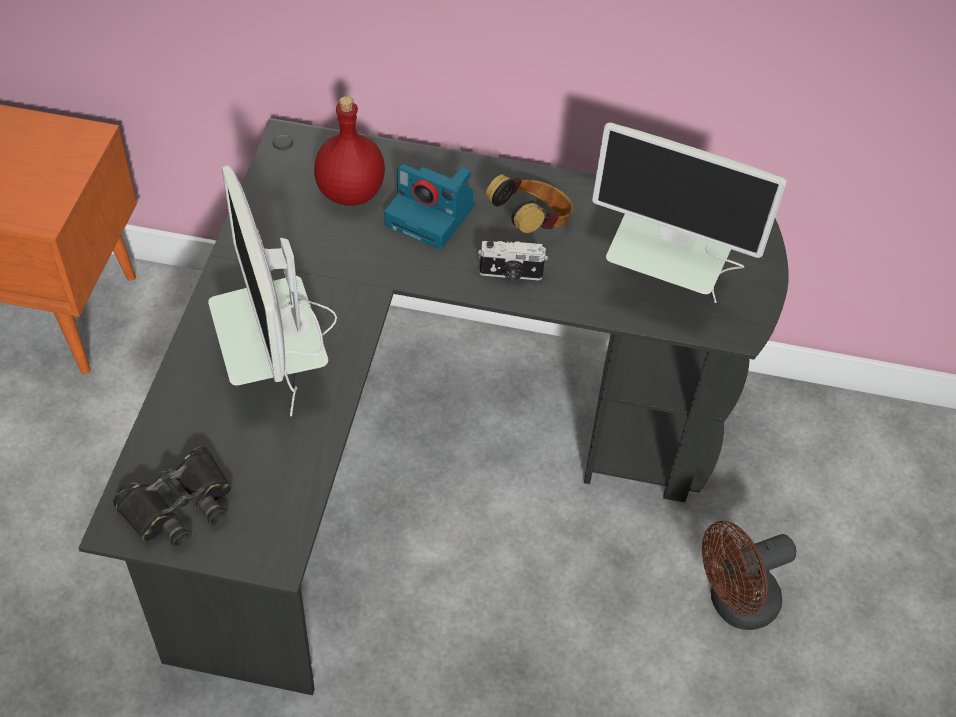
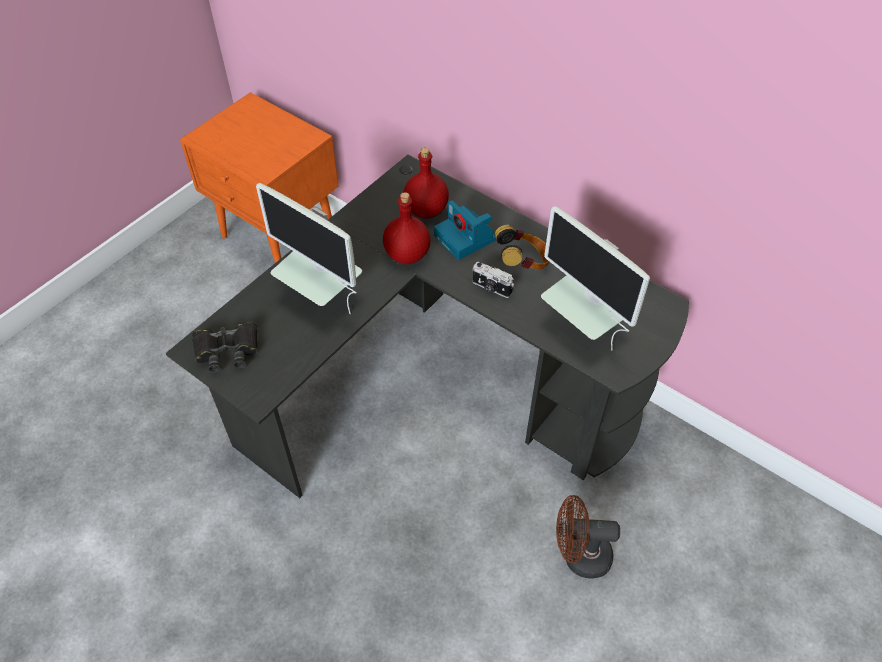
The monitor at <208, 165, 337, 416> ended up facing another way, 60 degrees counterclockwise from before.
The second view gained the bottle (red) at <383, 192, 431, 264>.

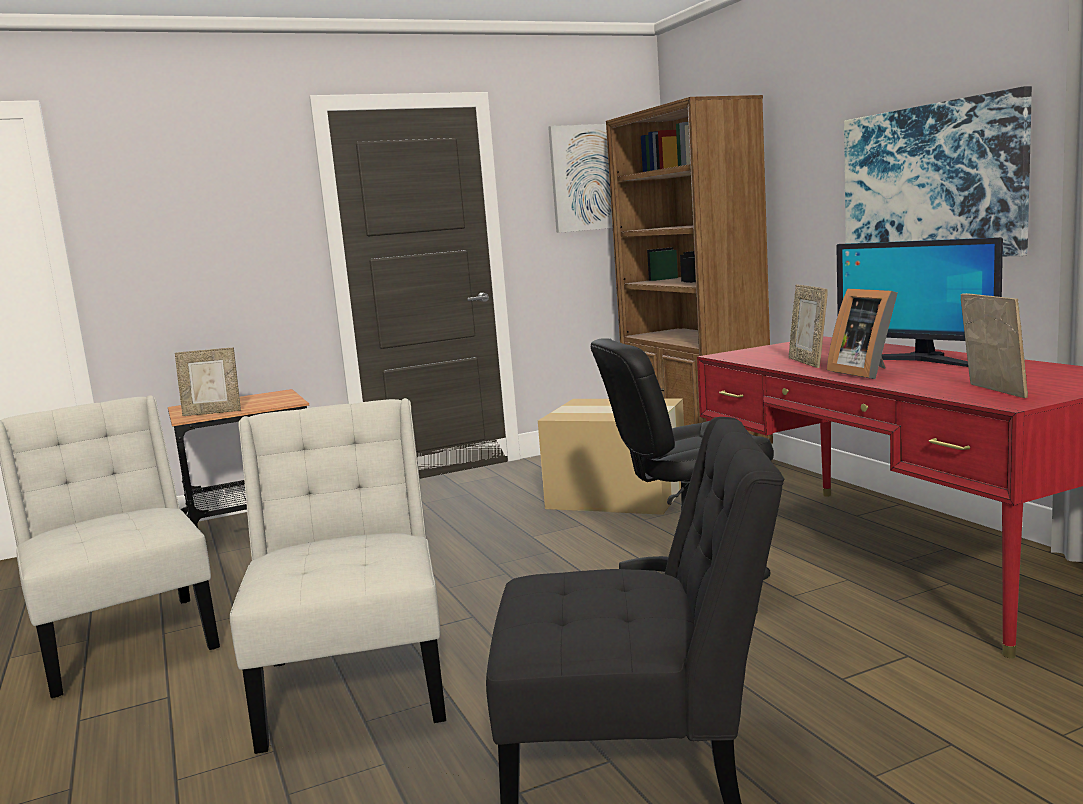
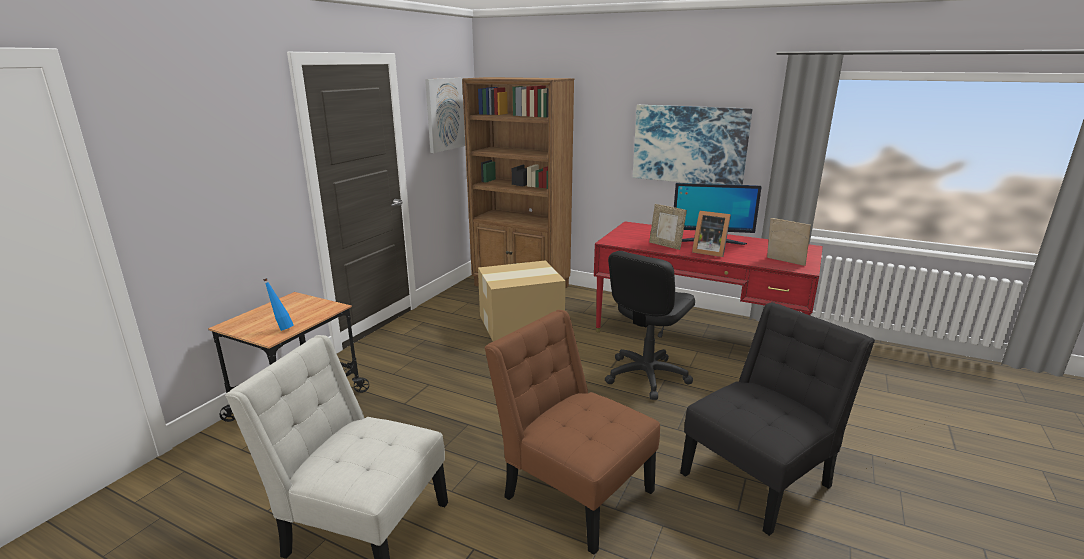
Where the picture frame stood at <175, 348, 241, 416>, the bottle (blue) came to stand at <263, 278, 294, 331>.
What was the chair (white) at <230, 398, 446, 754> turned into the chair (brown) at <484, 310, 660, 555>.

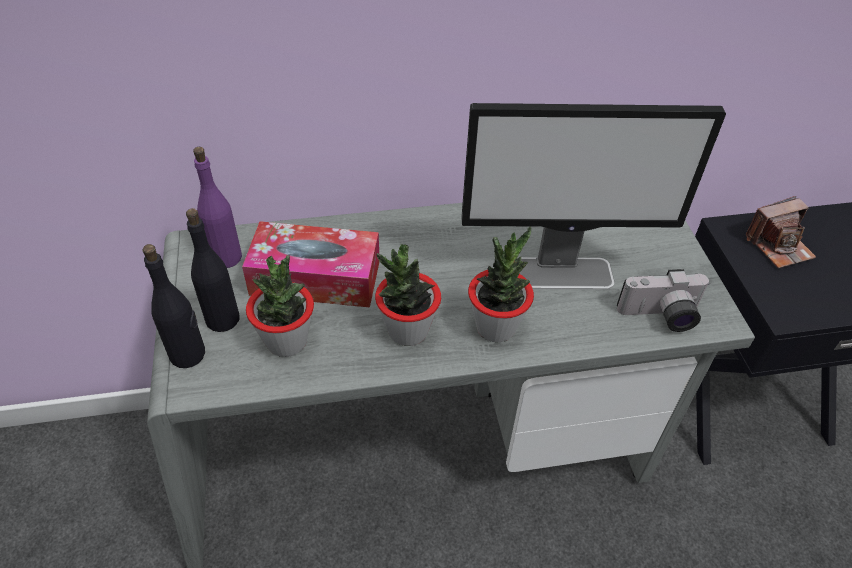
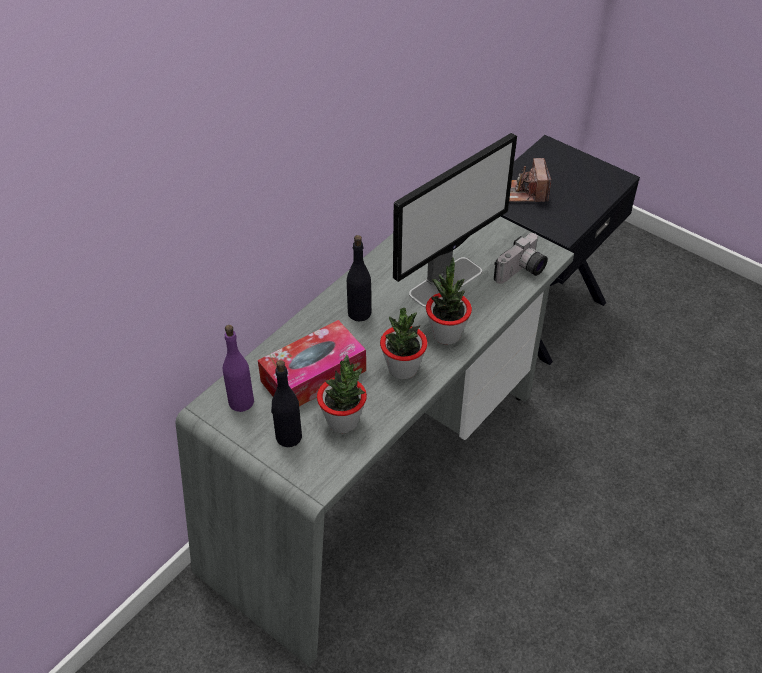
The photo camera at <746, 196, 816, 268> ended up facing another way, 150 degrees clockwise from before.
The bottle (black) ended up elsewhere, having gone from <142, 244, 205, 368> to <347, 235, 371, 321>.

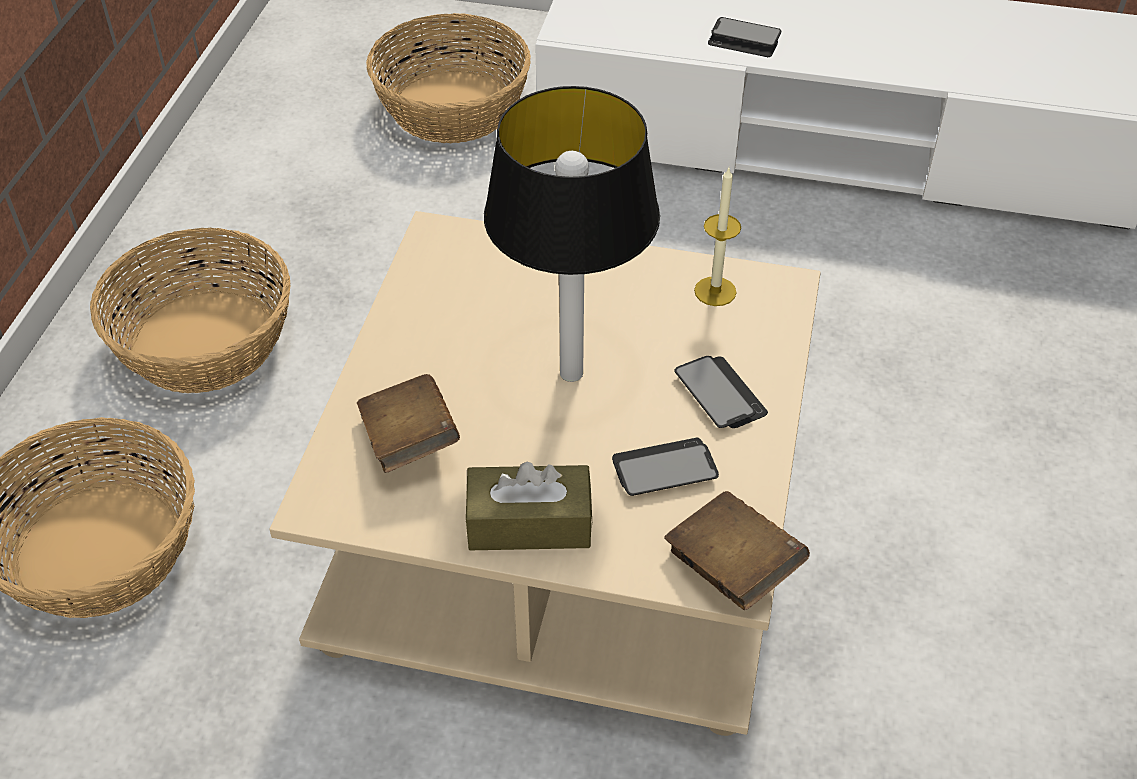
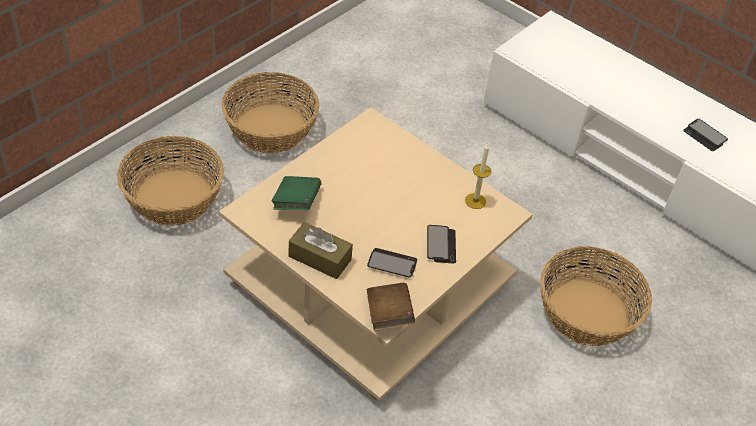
The basket ended up elsewhere, having gone from <366, 13, 531, 143> to <540, 246, 652, 346>.
The phone ended up elsewhere, having gone from <708, 17, 781, 57> to <683, 119, 728, 151>.
The second view lost the table lamp at <484, 86, 660, 382>.
What was the book (brown) at <357, 374, 460, 473> turned into the book (green) at <272, 176, 321, 210>.

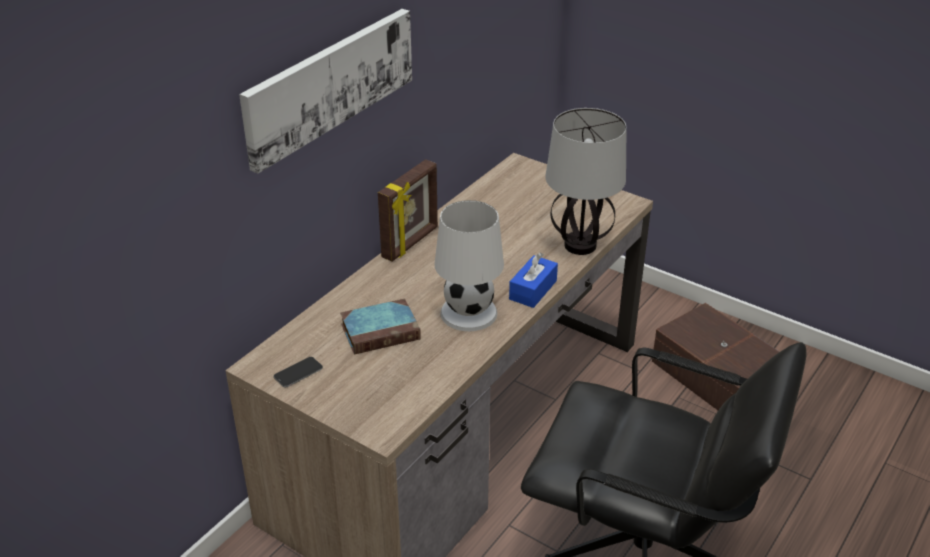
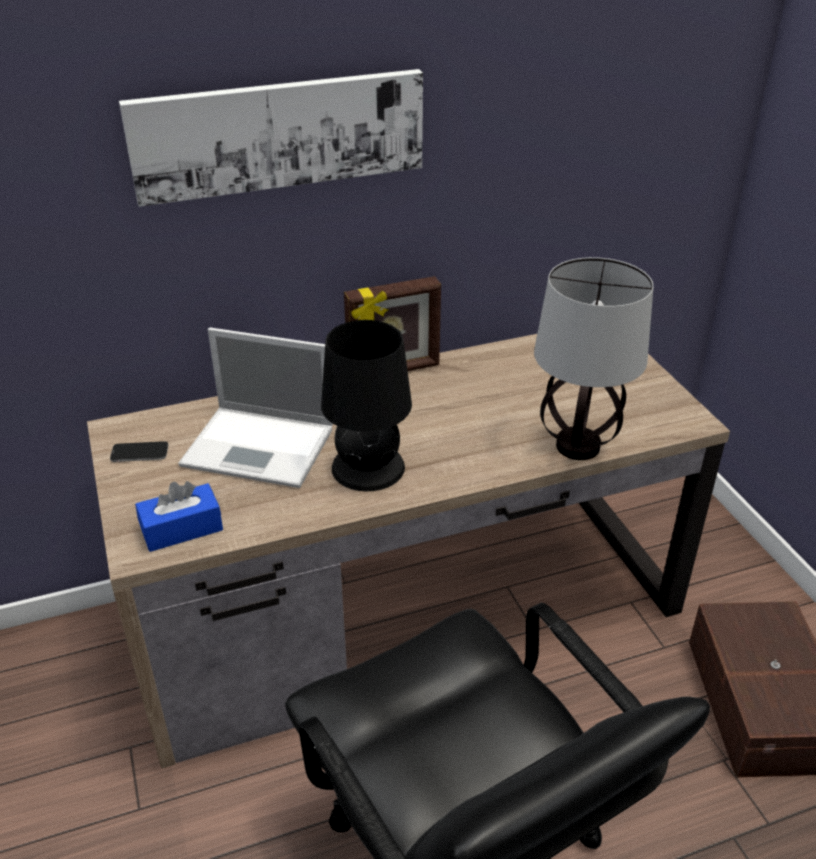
What was the table lamp (white) at <435, 200, 504, 331> turned into the table lamp (black) at <321, 320, 412, 491>.
The tissue box (blue) ended up elsewhere, having gone from <509, 252, 558, 308> to <135, 481, 223, 552>.
Where the book stood at <340, 299, 421, 355>, the laptop came to stand at <178, 328, 333, 488>.

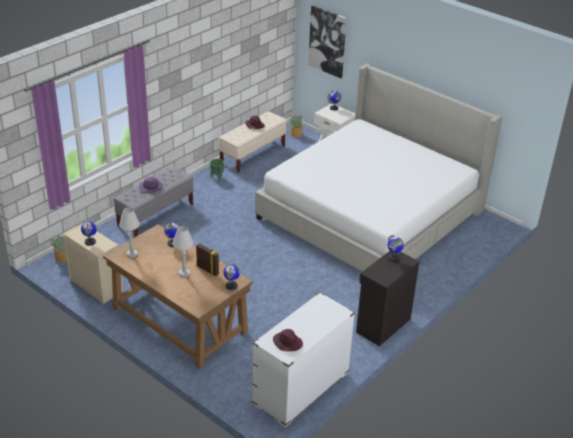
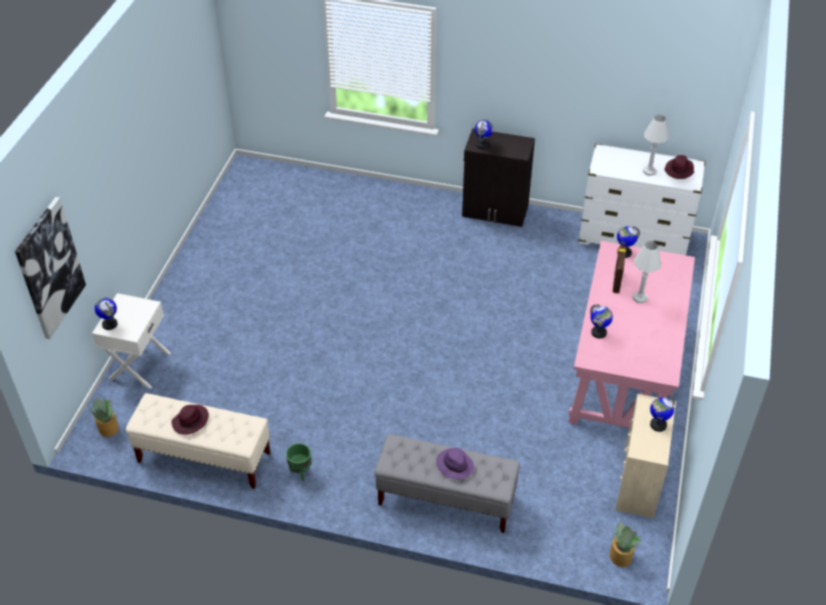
The second view lost the bed at <255, 64, 502, 272>.
The table lamp (white) ended up elsewhere, having gone from <119, 207, 140, 258> to <643, 115, 669, 176>.
What was the desk (brown) at <103, 224, 253, 369> turned into the desk (pink) at <568, 241, 695, 428>.

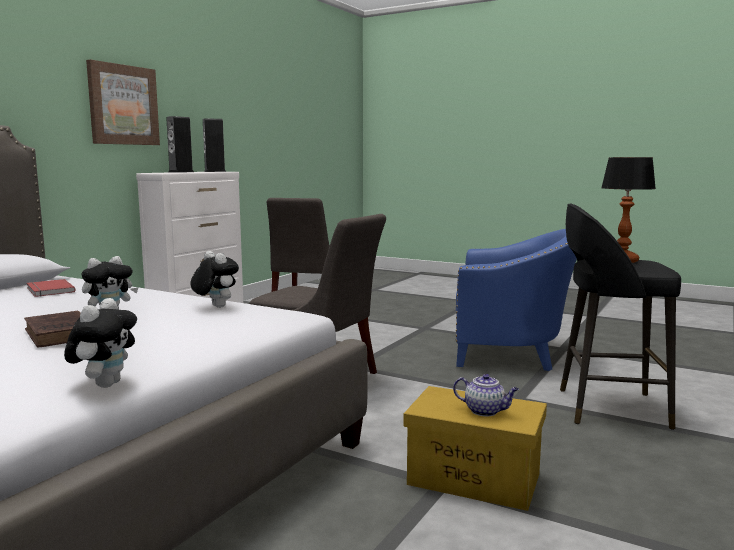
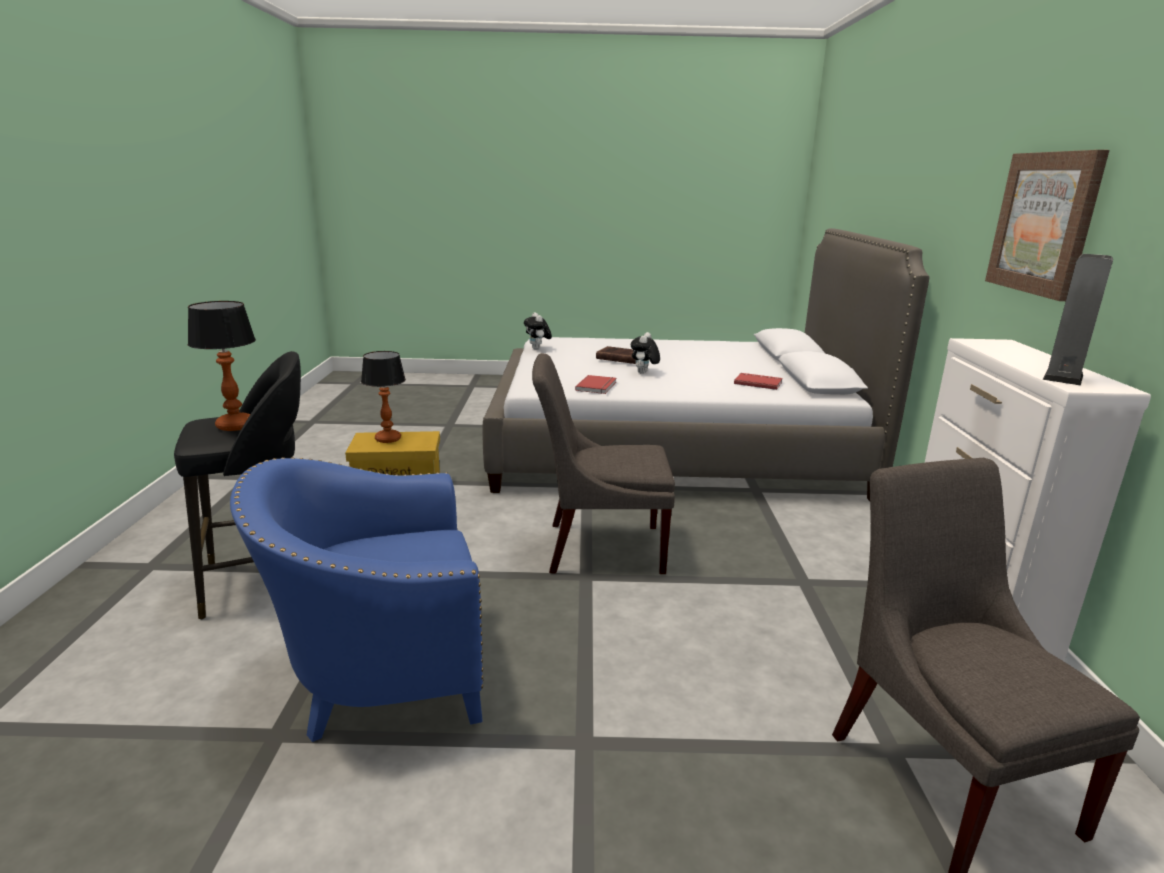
The second view lost the speaker at <166, 116, 194, 173>.
Where the plush toy stood at <190, 251, 239, 308>, the book (red) came to stand at <575, 375, 616, 394>.
Where the teapot stood at <453, 374, 519, 417>, the table lamp came to stand at <361, 351, 406, 443>.

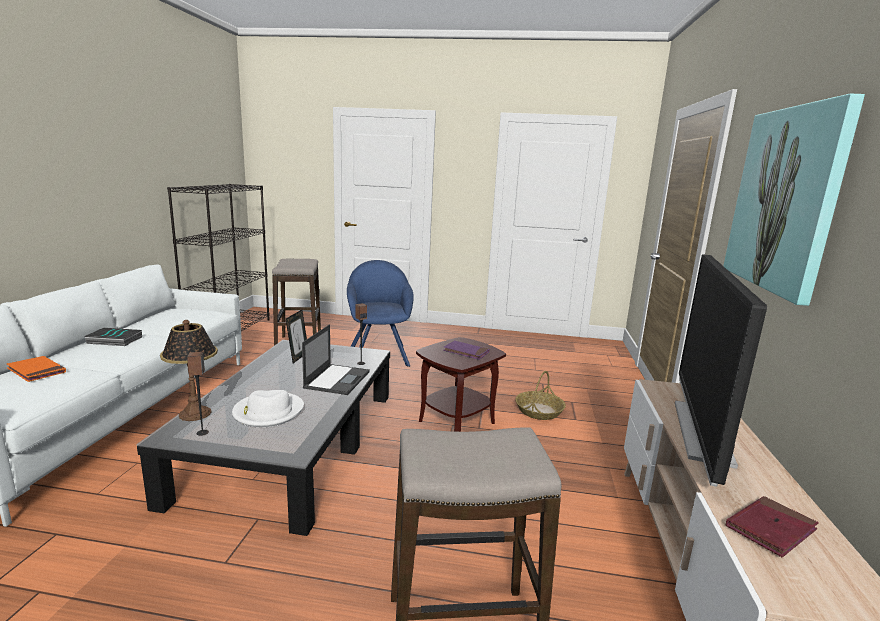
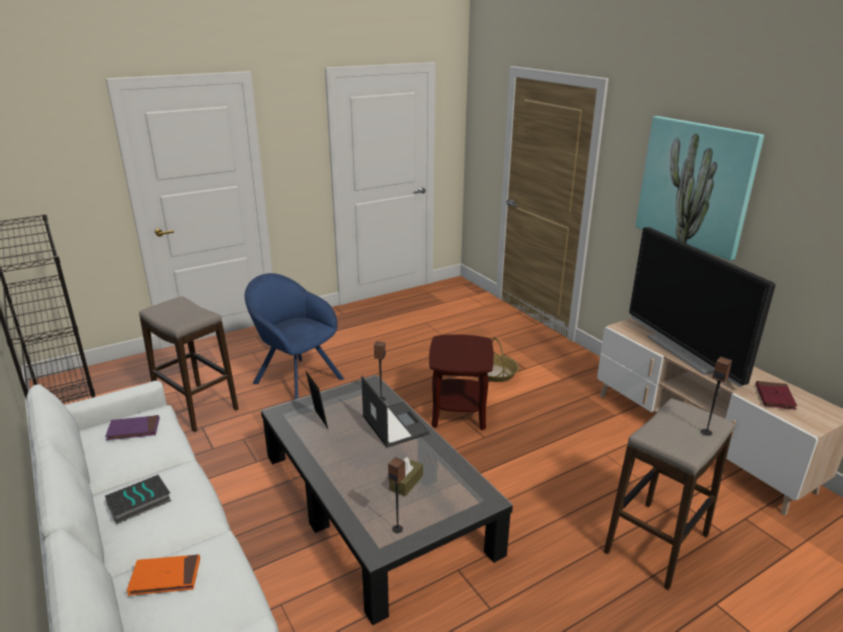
The second view lost the table lamp at <160, 320, 218, 421>.
The book (purple) ended up elsewhere, having gone from <443, 341, 490, 360> to <105, 415, 160, 440>.
Where the hat (white) stood at <232, 390, 304, 428>, the tissue box (brown) came to stand at <389, 457, 423, 496>.
The second view gained the speaker at <701, 357, 732, 436>.

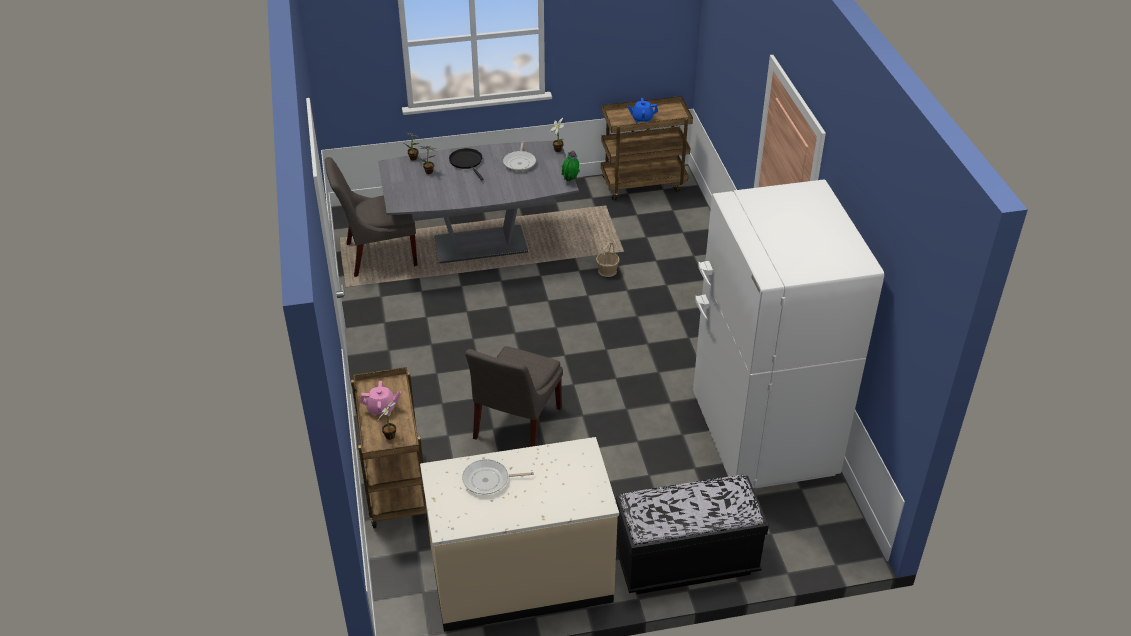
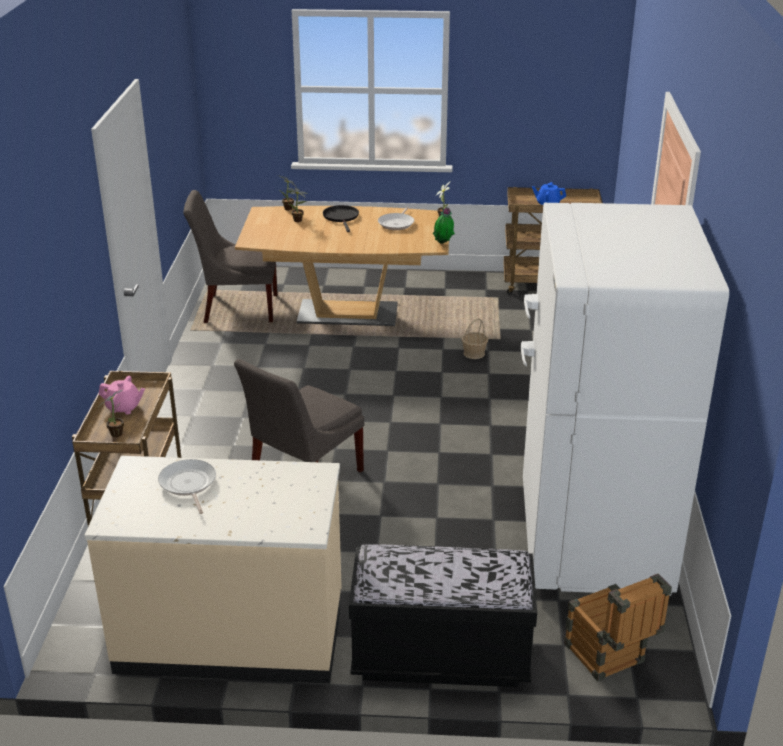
What was the dining table (grey) at <378, 141, 579, 263> turned into the dining table (brown) at <235, 206, 449, 326>.
The frying pan at <462, 459, 534, 494> ended up facing another way, 60 degrees clockwise from before.
The second view gained the crate at <564, 574, 672, 681>.

